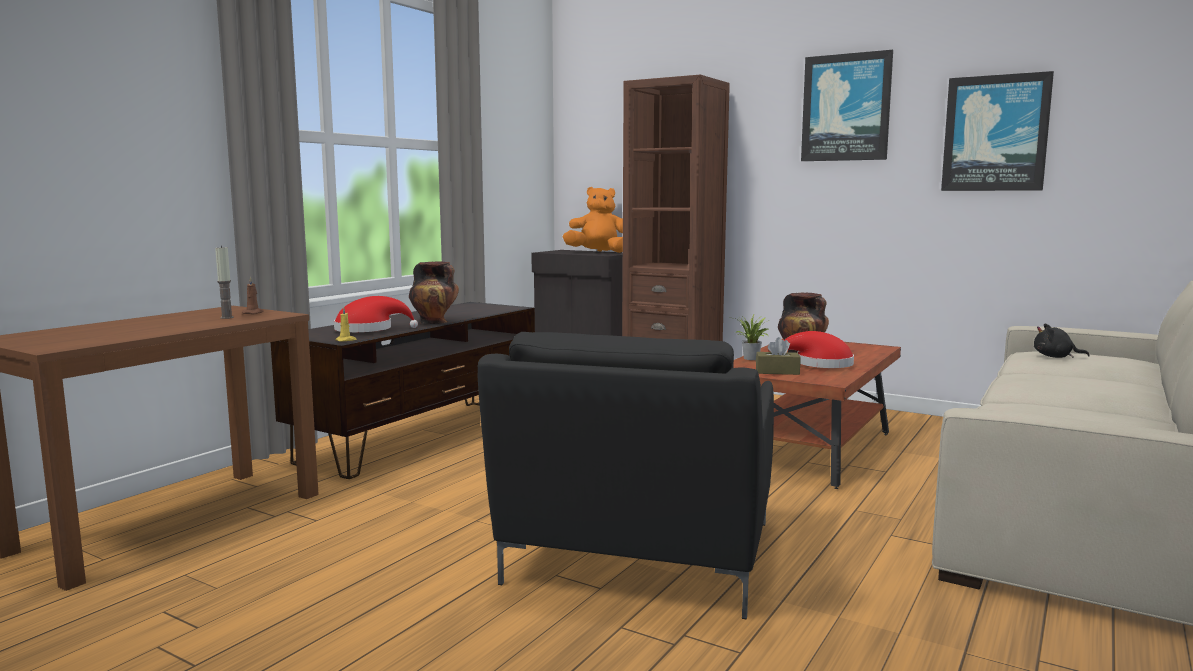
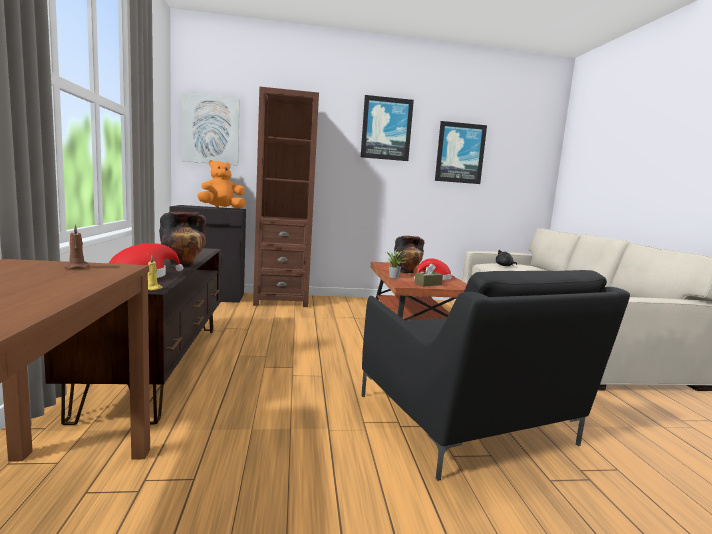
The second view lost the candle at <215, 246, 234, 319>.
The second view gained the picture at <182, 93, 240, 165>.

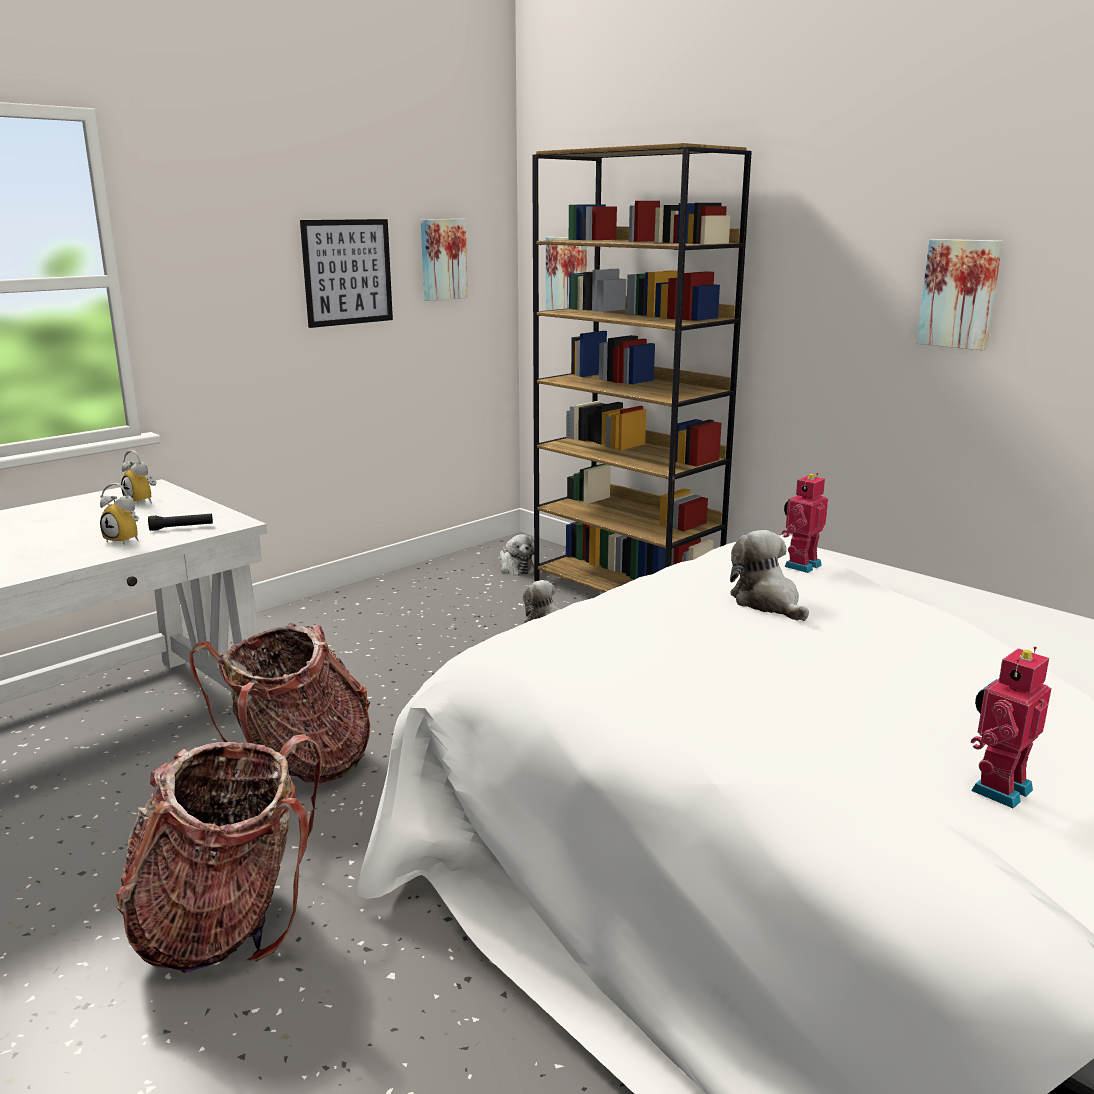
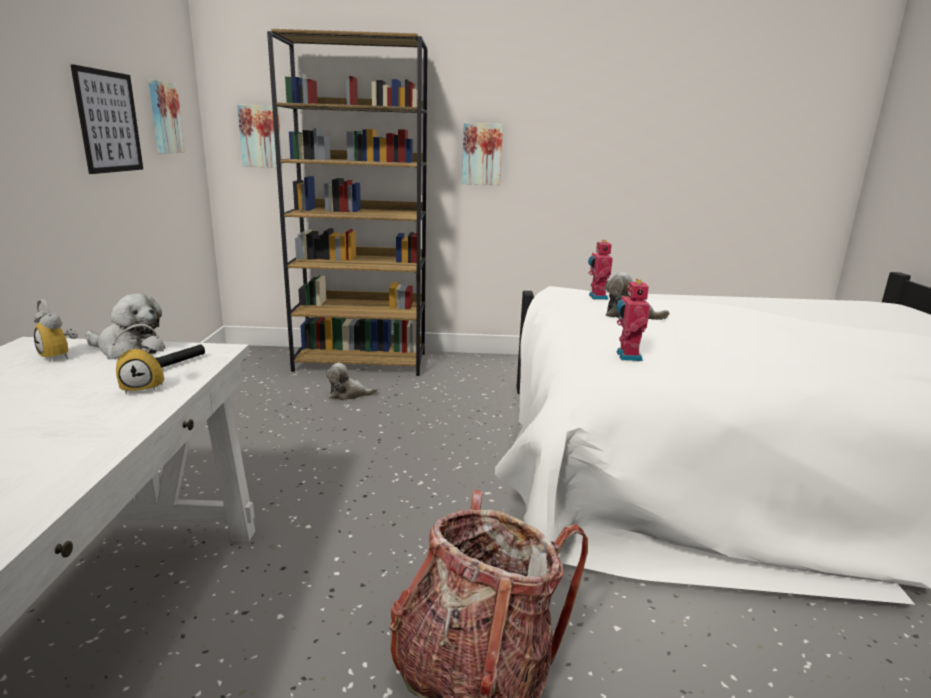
The picture ended up elsewhere, having gone from <916, 239, 1003, 350> to <462, 123, 503, 185>.
The alarm clock at <121, 450, 157, 504> ended up facing another way, 45 degrees clockwise from before.
The plush toy ended up elsewhere, having gone from <500, 534, 534, 576> to <85, 293, 165, 359>.
The second view lost the backpack at <189, 623, 370, 783>.
The toy robot ended up elsewhere, having gone from <971, 647, 1052, 809> to <616, 279, 650, 361>.

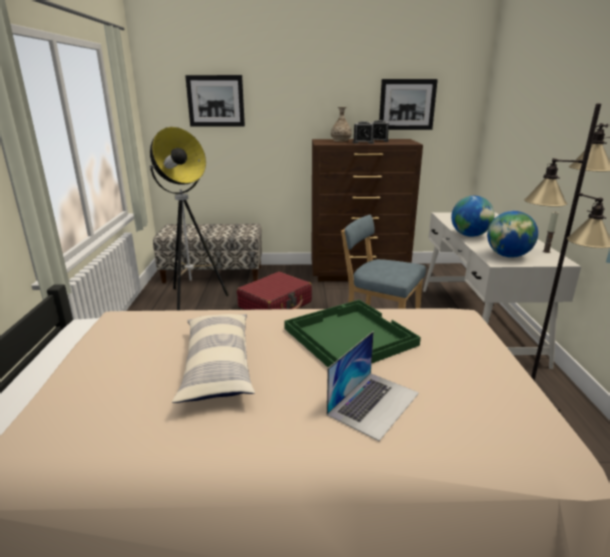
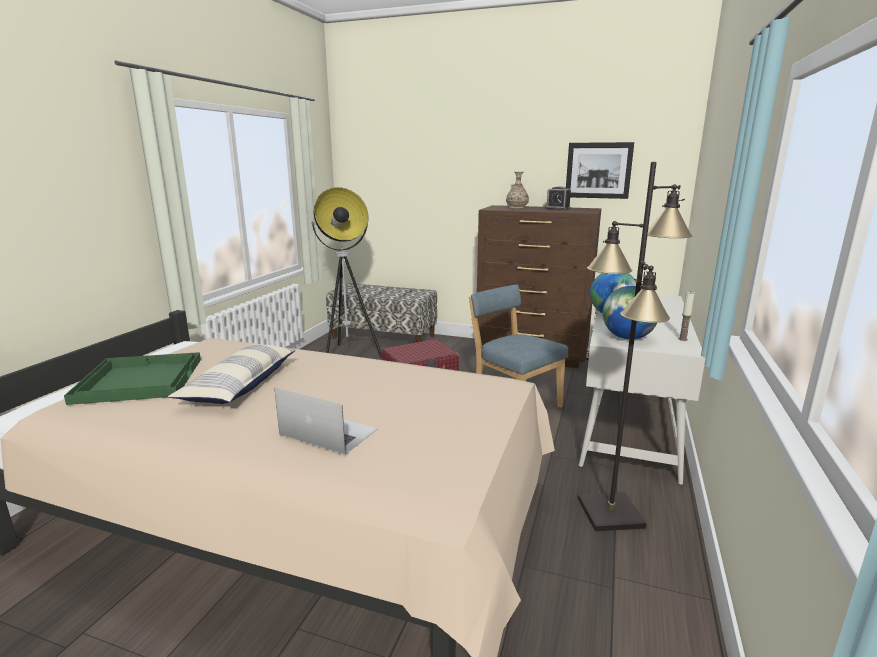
The second view lost the picture at <185, 75, 245, 127>.
The second view lost the alarm clock at <353, 121, 374, 144>.
The tray (green) ended up elsewhere, having gone from <284, 300, 421, 367> to <64, 352, 201, 405>.
The laptop at <327, 331, 419, 441> ended up facing another way, 120 degrees counterclockwise from before.

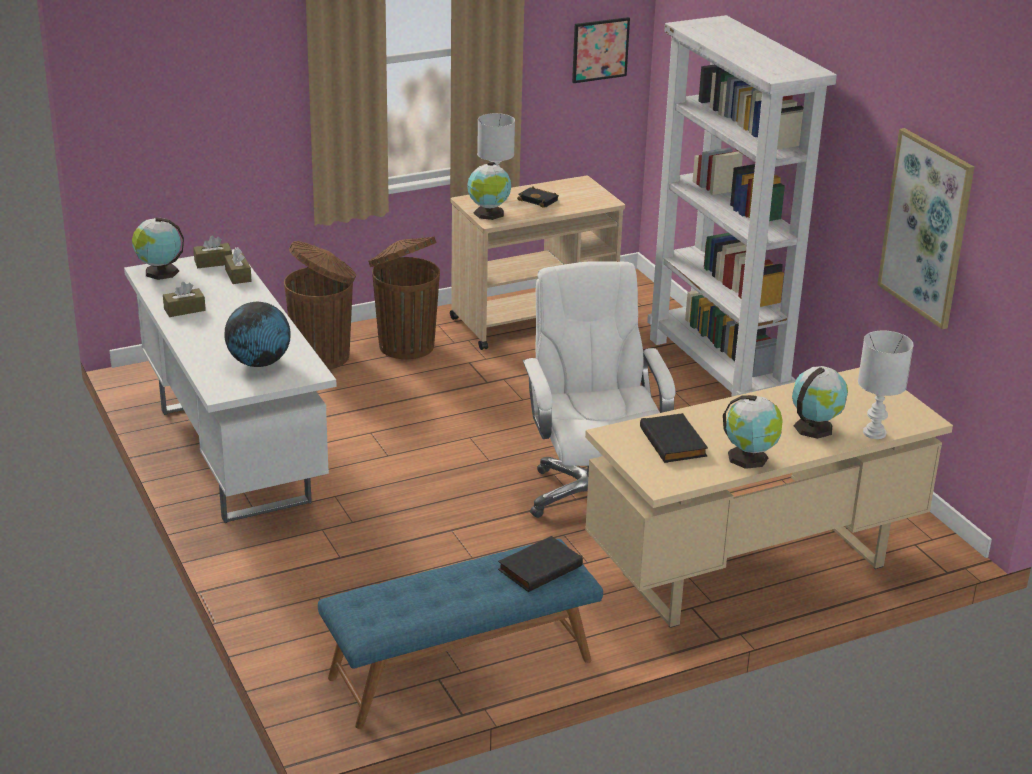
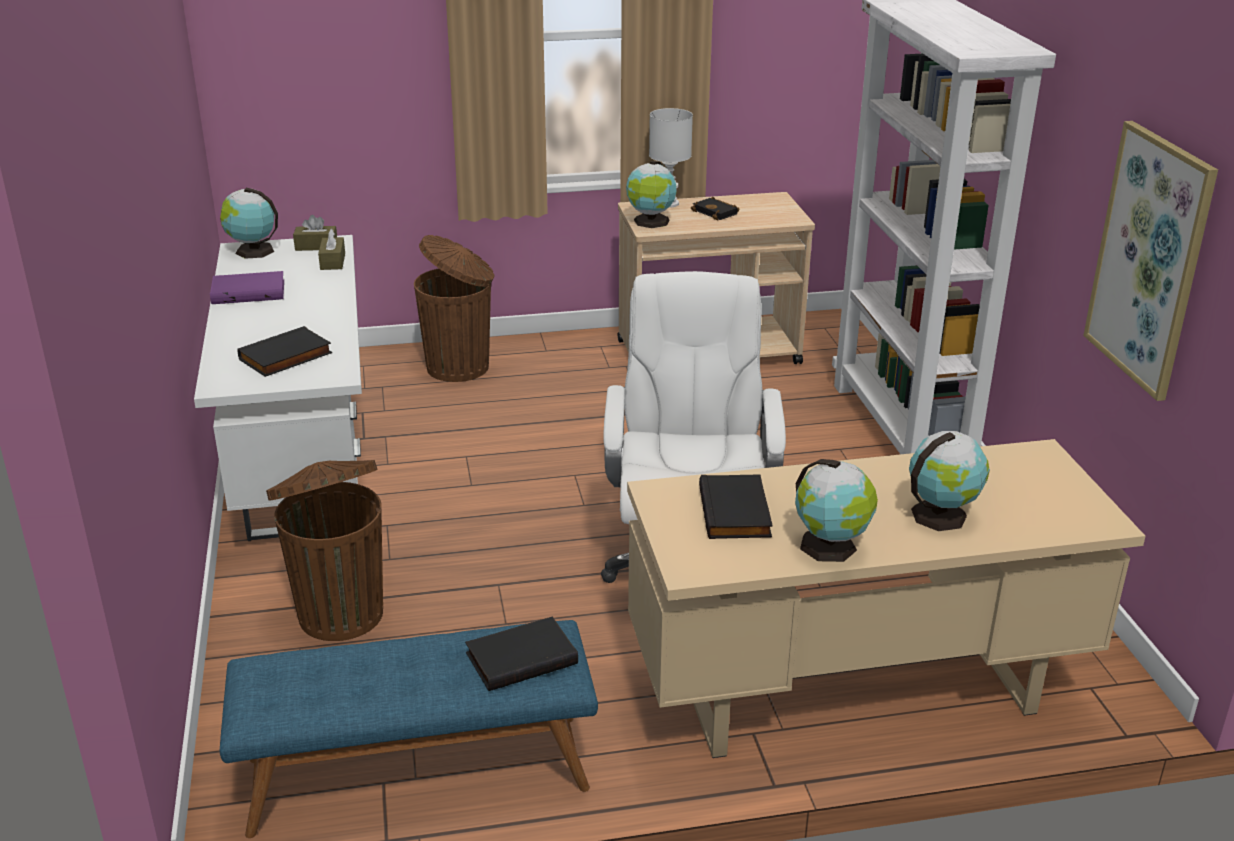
The second view lost the picture at <572, 17, 630, 83>.
The trash can (brown) ended up elsewhere, having gone from <368, 237, 440, 359> to <266, 460, 383, 641>.
Where the tissue box (brown) stood at <163, 282, 206, 317>, the book (purple) came to stand at <210, 271, 284, 304>.
Where the globe stood at <224, 302, 291, 367>, the book (black) came to stand at <238, 326, 332, 377>.
The second view lost the table lamp (white) at <858, 331, 914, 439>.

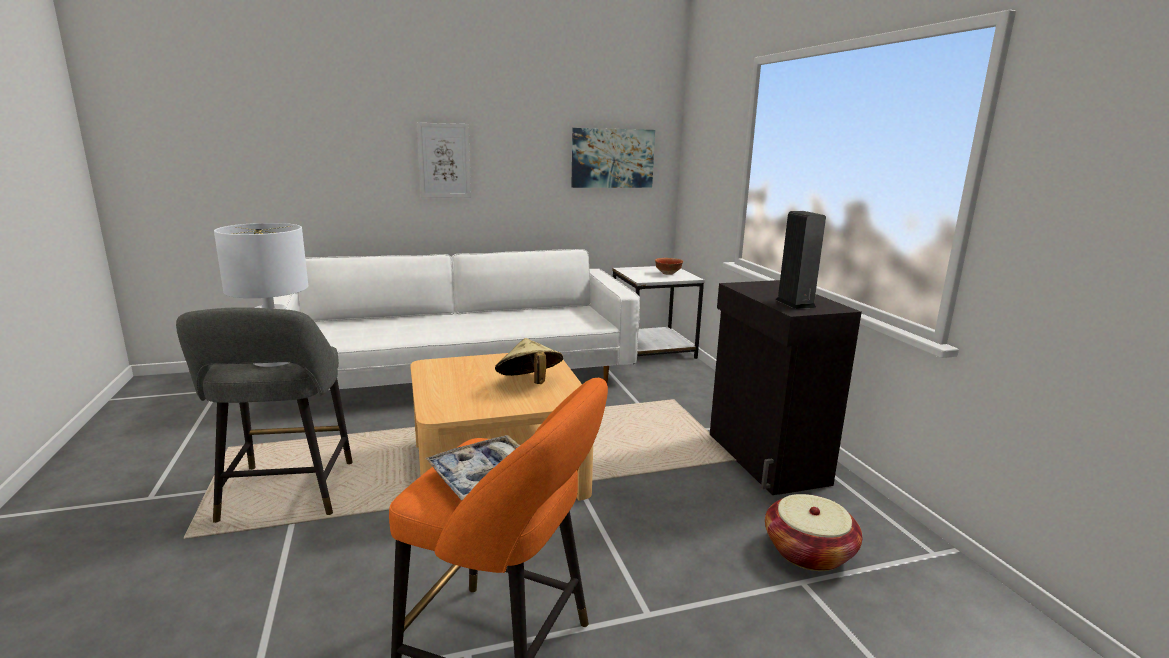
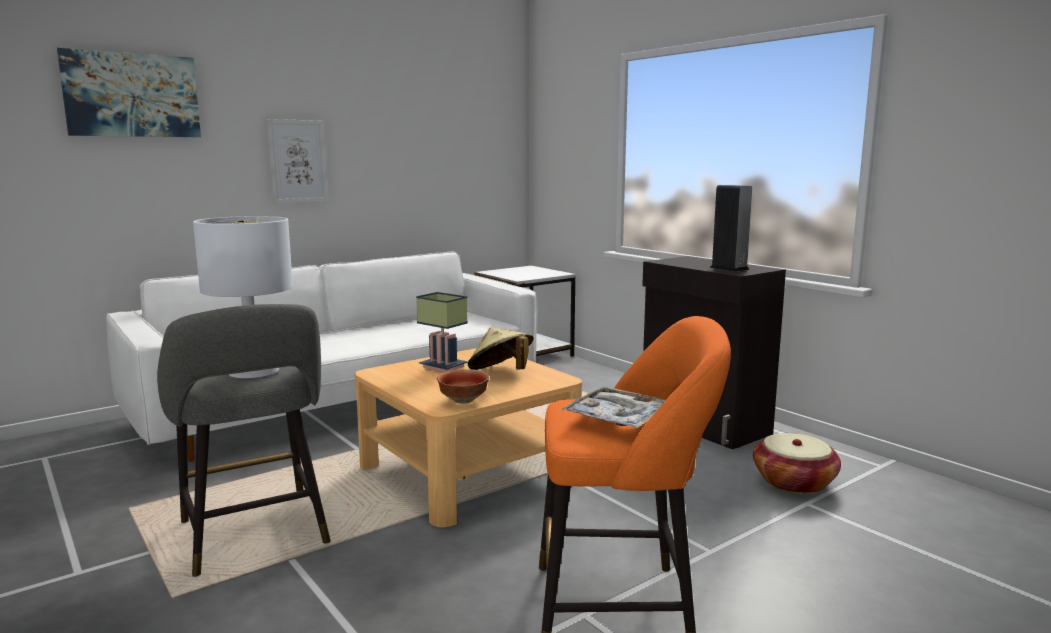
The picture ended up elsewhere, having gone from <571, 128, 655, 188> to <57, 48, 201, 137>.
The bowl ended up elsewhere, having gone from <655, 258, 683, 275> to <437, 369, 489, 404>.
The second view gained the table lamp at <416, 292, 468, 372>.

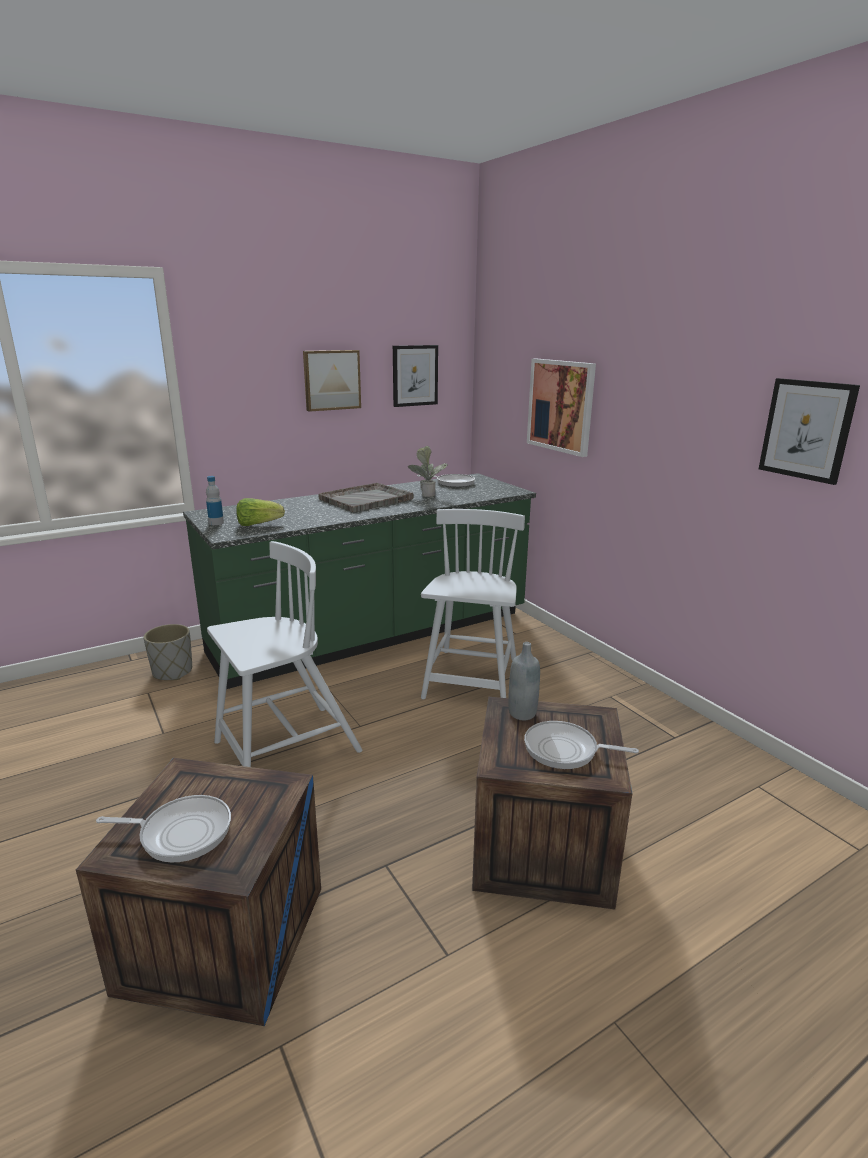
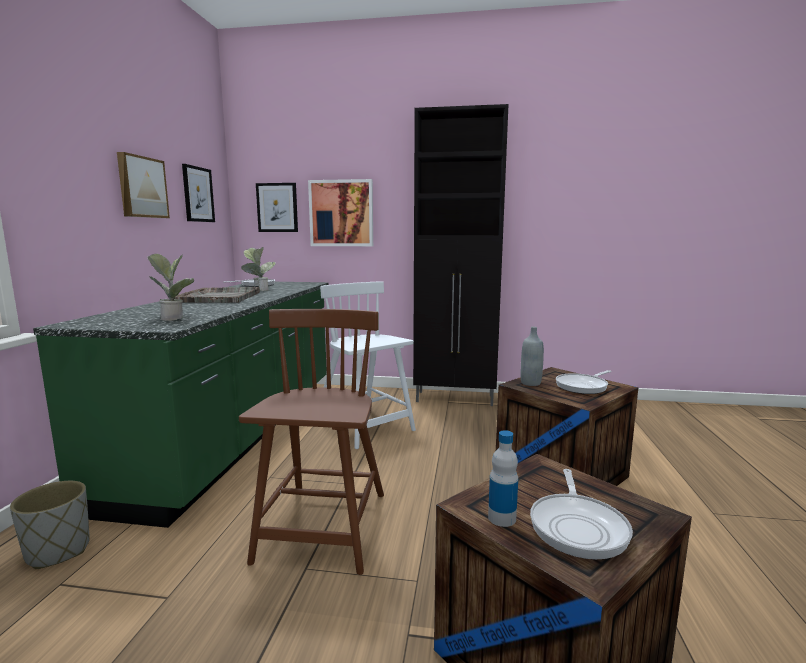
The picture ended up elsewhere, having gone from <759, 378, 860, 485> to <256, 183, 298, 232>.
The bottle ended up elsewhere, having gone from <206, 476, 224, 525> to <488, 430, 518, 527>.
Where the lettuce stood at <236, 498, 285, 526>, the potted plant came to stand at <147, 254, 194, 321>.
What was the chair (white) at <207, 541, 362, 767> turned into the chair (brown) at <239, 309, 384, 575>.
The frying pan at <96, 795, 231, 863> ended up facing another way, 150 degrees clockwise from before.
The second view gained the cabinet (black) at <413, 104, 509, 406>.

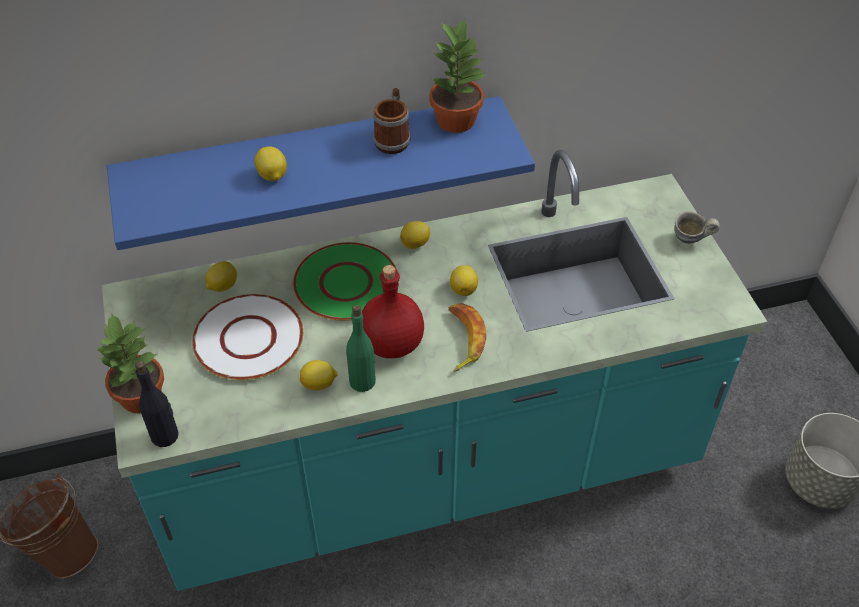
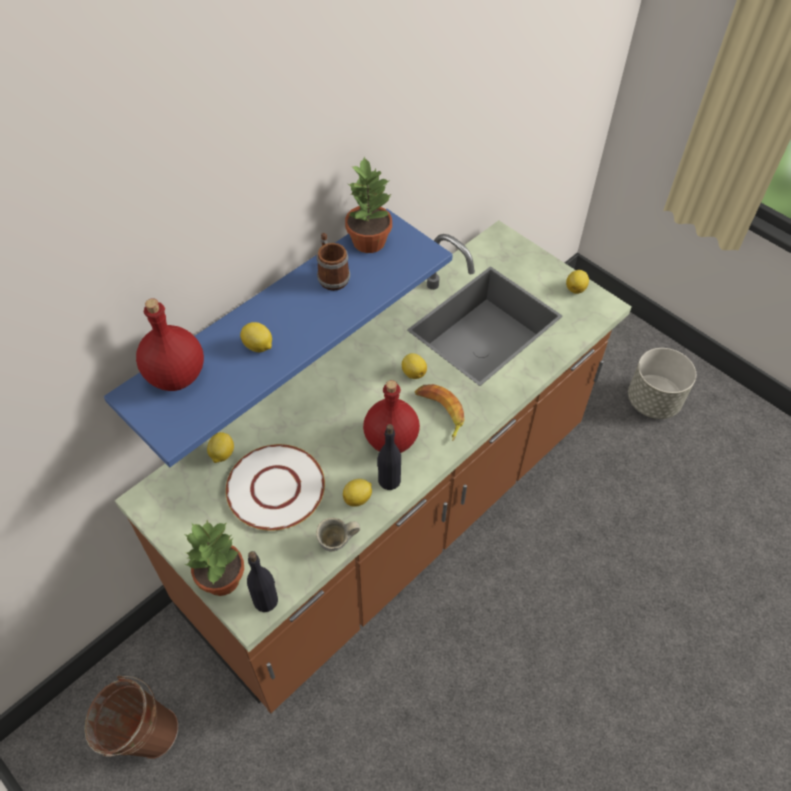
What was the counter (turquoise) at <102, 150, 768, 591> turned into the counter (brown) at <114, 220, 632, 713>.
The mug (grey) ended up elsewhere, having gone from <674, 211, 719, 244> to <316, 518, 360, 552>.
The lemon ended up elsewhere, having gone from <400, 221, 430, 249> to <566, 270, 589, 294>.
The second view lost the plate (green) at <293, 242, 397, 320>.
What was the bottle (green) at <346, 305, 376, 392> turned into the bottle (black) at <377, 424, 401, 490>.
The second view gained the bottle (red) at <136, 298, 204, 391>.

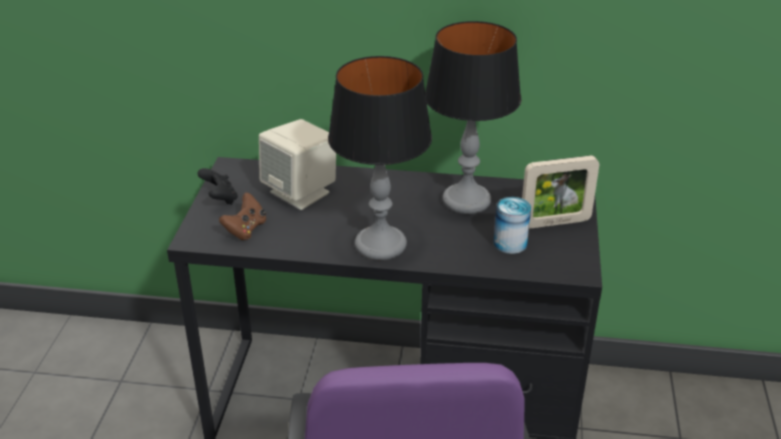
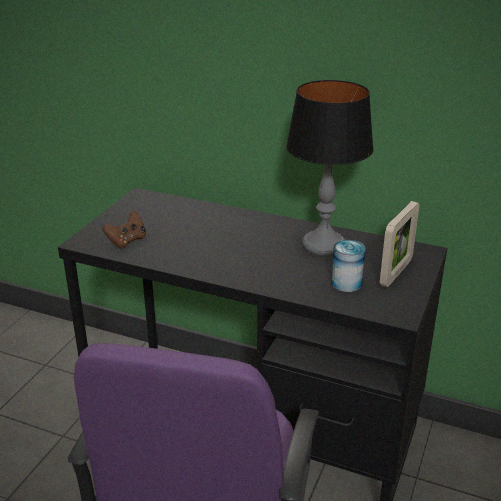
The second view lost the table lamp at <328, 56, 432, 260>.
The second view lost the speaker (beige) at <259, 119, 336, 210>.
The picture frame at <522, 156, 599, 229> ended up facing another way, 60 degrees counterclockwise from before.
The second view lost the game controller (black) at <198, 168, 238, 205>.

